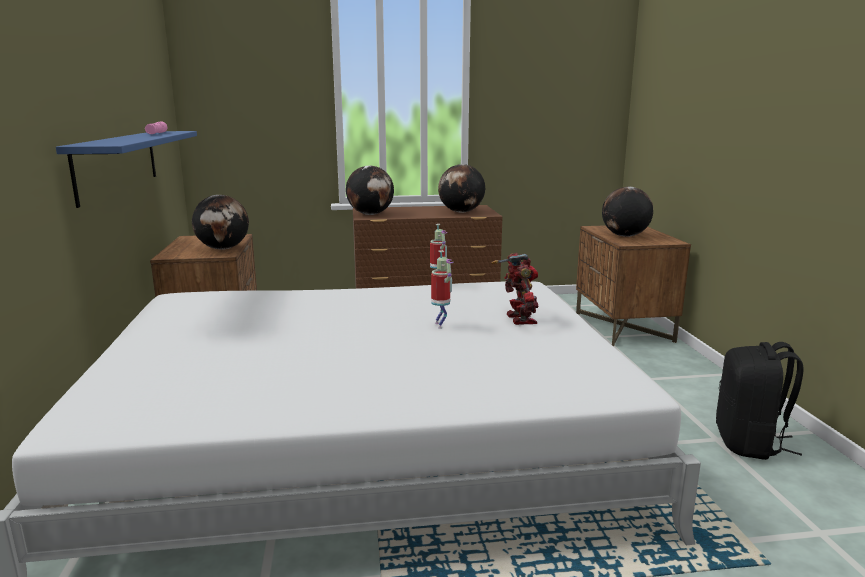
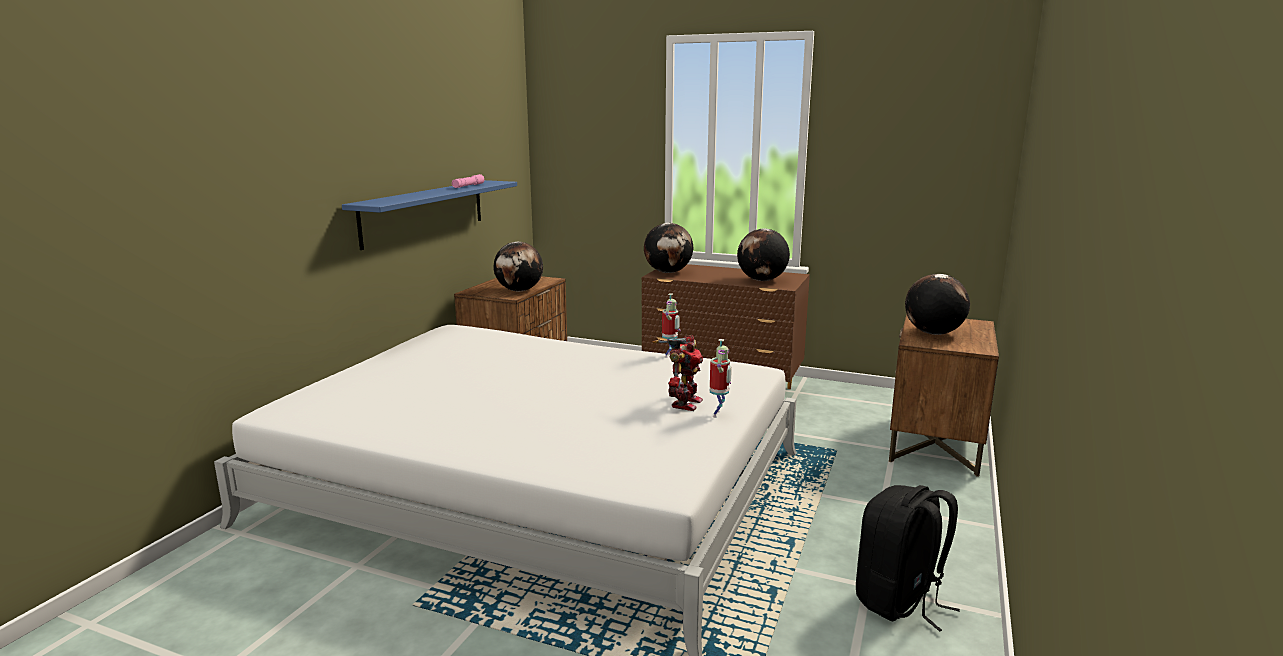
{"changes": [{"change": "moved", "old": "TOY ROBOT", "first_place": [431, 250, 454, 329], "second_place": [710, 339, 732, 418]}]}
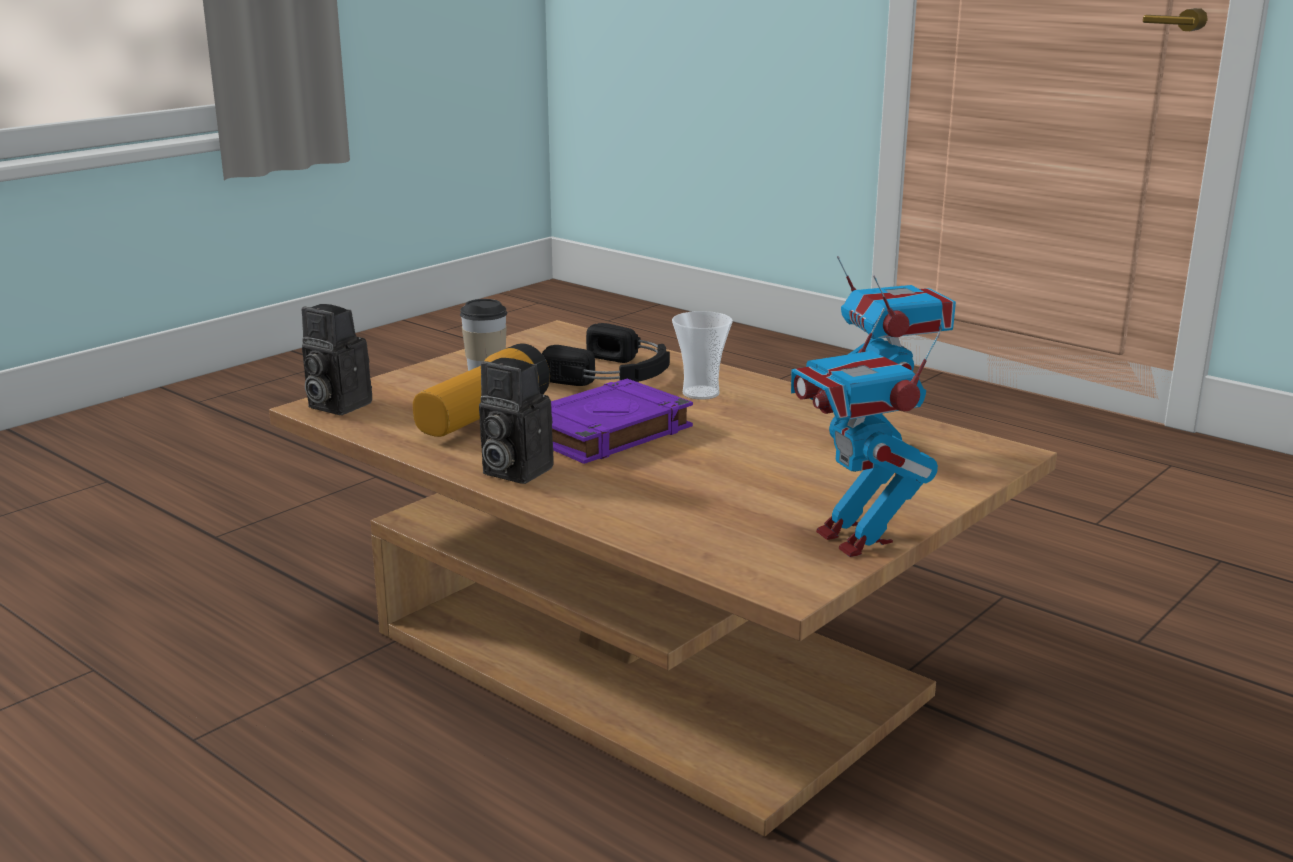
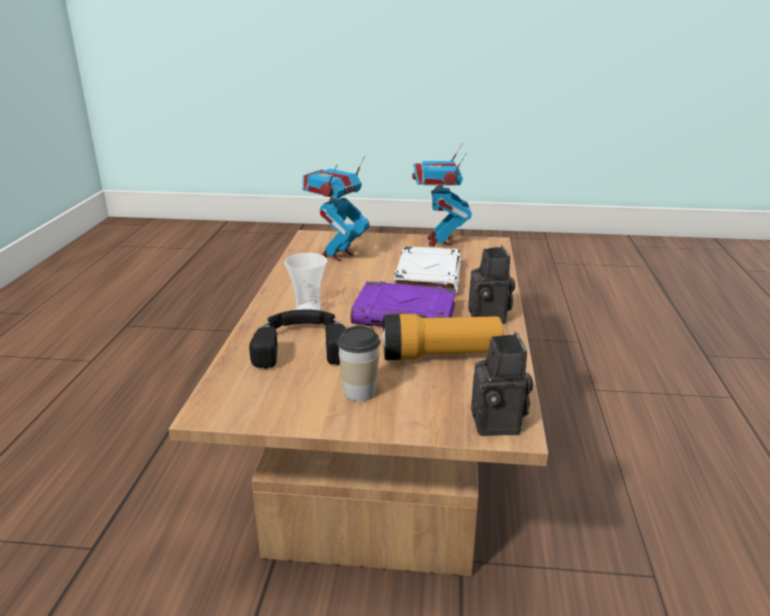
{"changes": [{"change": "added", "new": "WHITE BOOK", "second_place": [394, 246, 462, 295]}, {"change": "turned", "old": "TOY ROBOT", "first_place": [791, 308, 940, 557], "second_place": [412, 143, 472, 247], "degrees": 150}]}
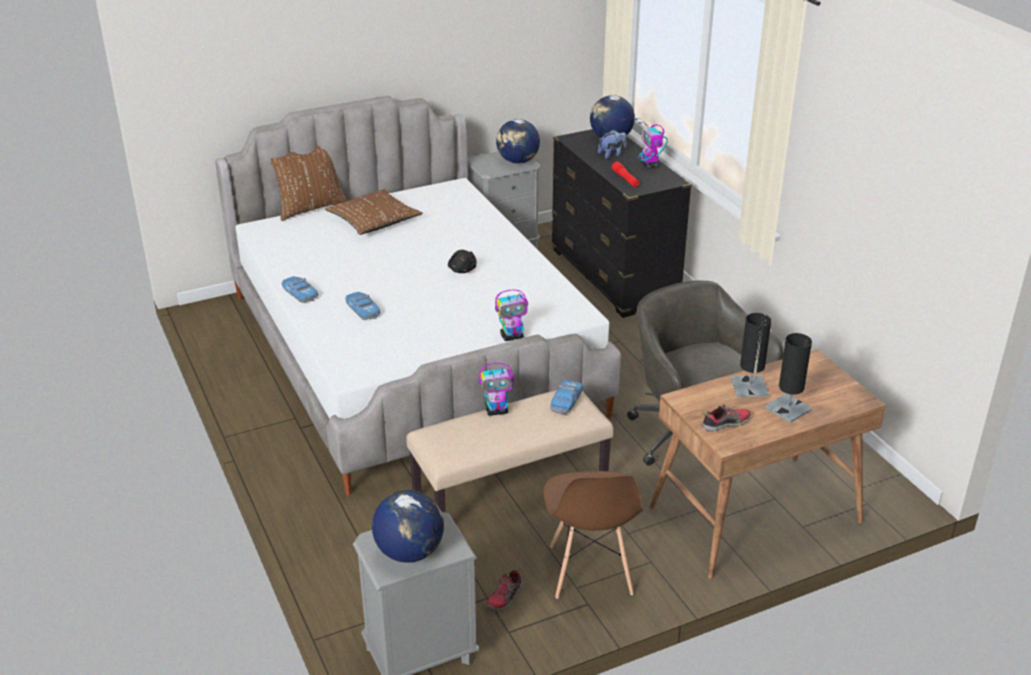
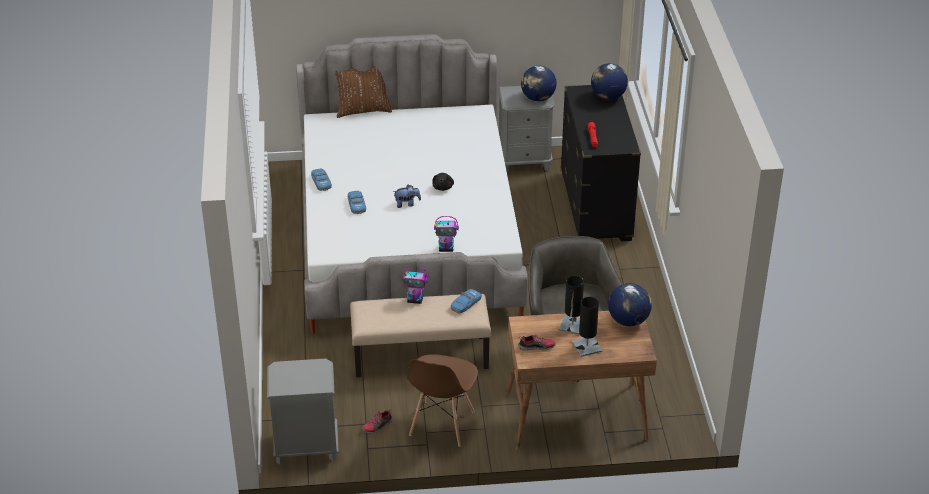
{"changes": [{"change": "removed", "old": "BROWN PILLOW", "first_place": [325, 189, 423, 235]}, {"change": "removed", "old": "TOY ROBOT", "first_place": [635, 118, 668, 169]}, {"change": "moved", "old": "GLOBE", "first_place": [372, 490, 444, 563], "second_place": [608, 283, 652, 326]}, {"change": "moved", "old": "PLUSH TOY", "first_place": [598, 130, 627, 159], "second_place": [393, 184, 421, 208]}]}
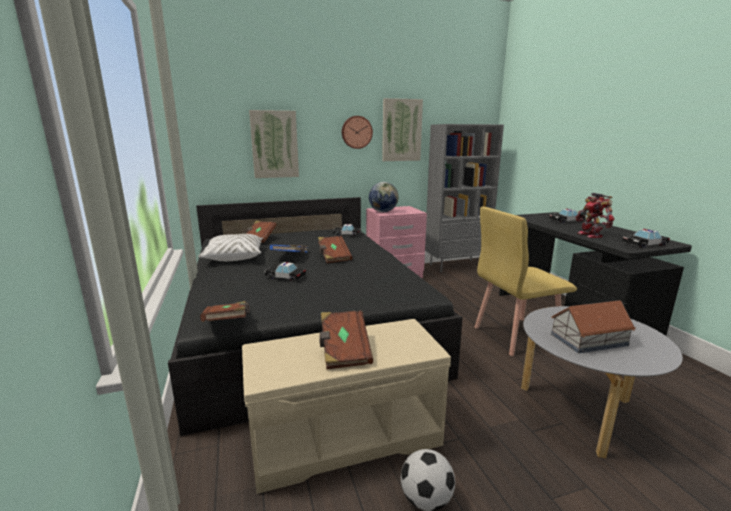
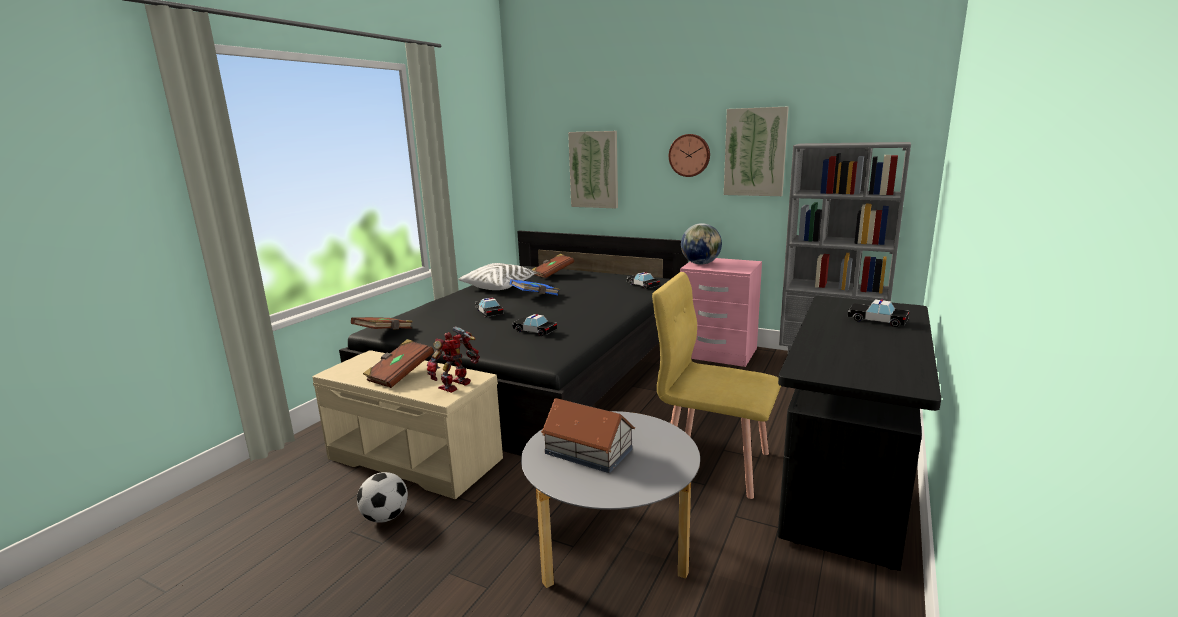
{"changes": [{"change": "removed", "old": "BROWN BOOK", "first_place": [318, 236, 353, 263]}, {"change": "moved", "old": "TOY ROBOT", "first_place": [576, 193, 615, 238], "second_place": [427, 326, 479, 393]}, {"change": "moved", "old": "TOY CAR", "first_place": [622, 229, 670, 248], "second_place": [512, 314, 557, 336]}]}
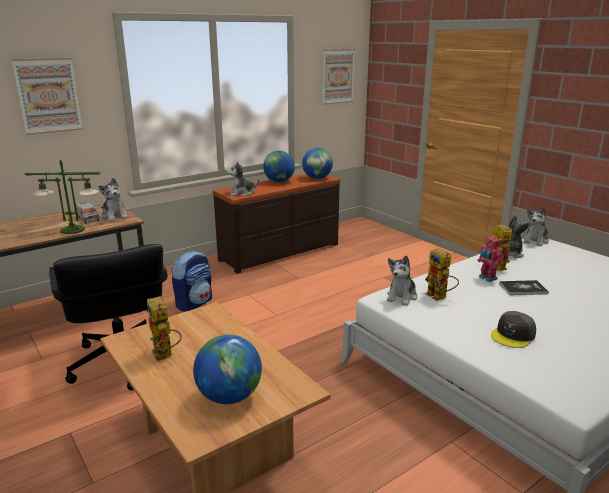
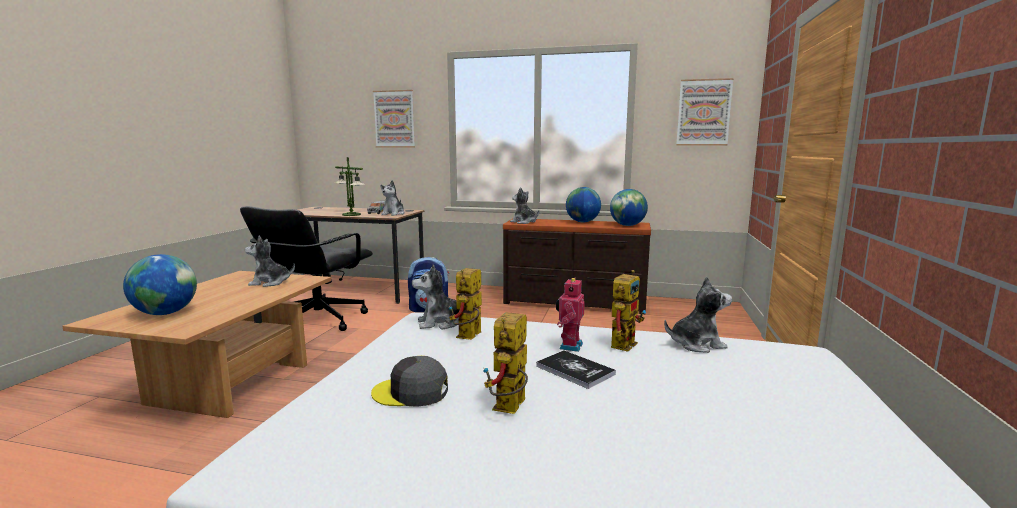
{"changes": [{"change": "moved", "old": "TOY ROBOT", "first_place": [147, 296, 182, 361], "second_place": [483, 312, 528, 414]}, {"change": "moved", "old": "PLUSH TOY", "first_place": [524, 207, 549, 246], "second_place": [245, 235, 295, 287]}]}
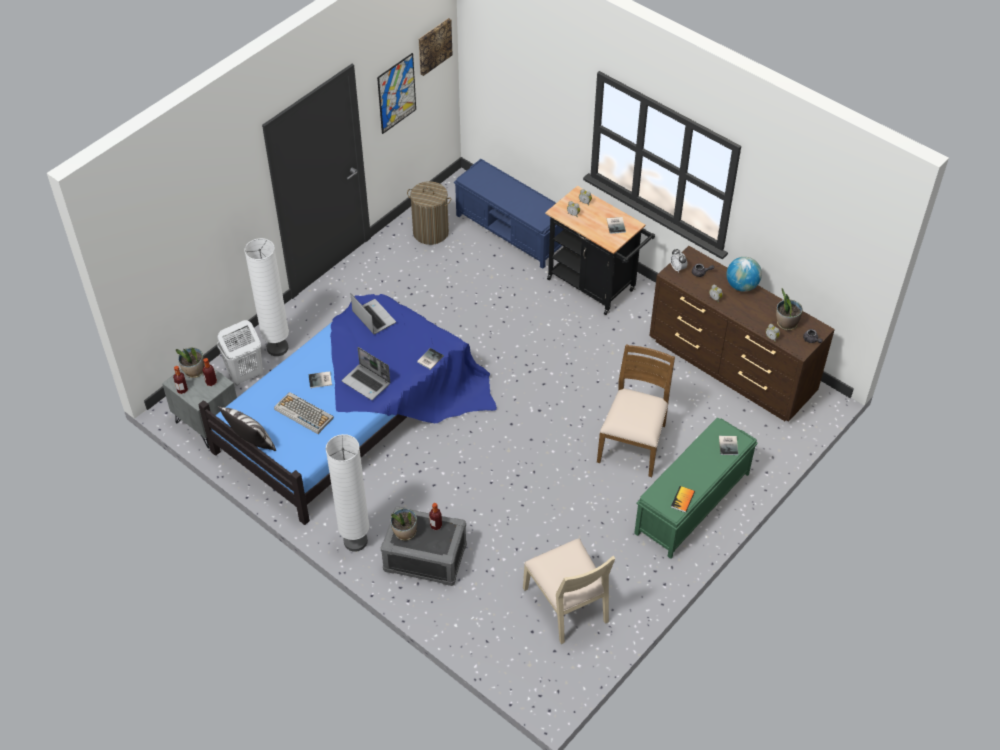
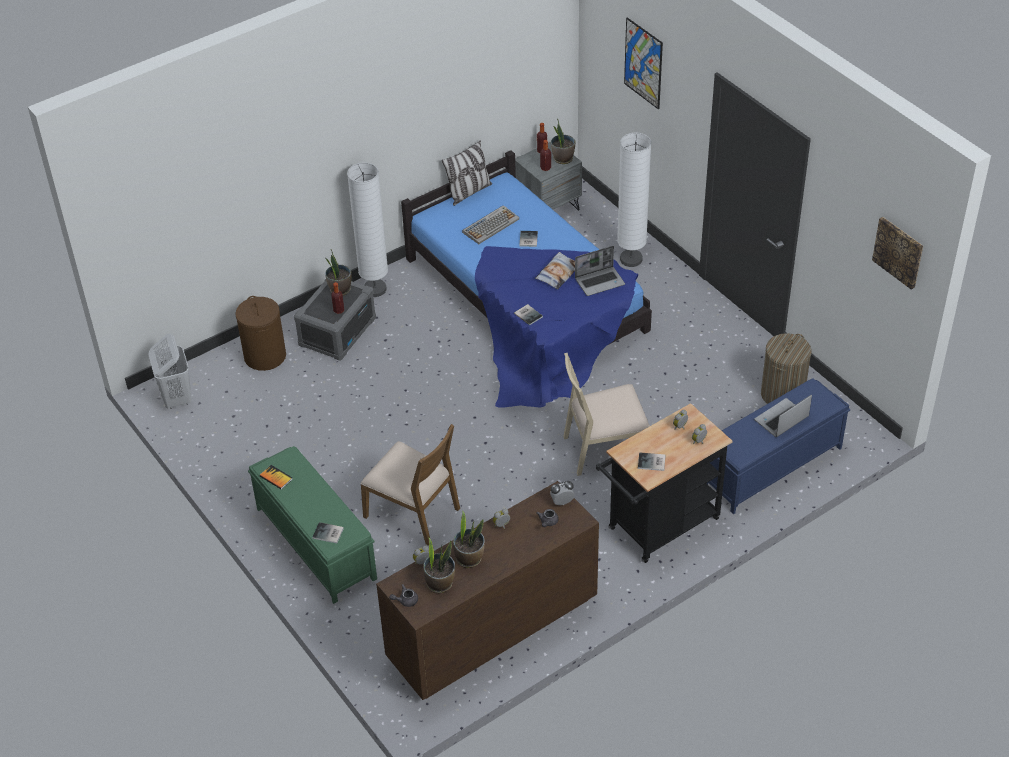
{"changes": [{"change": "removed", "old": "GLOBE", "first_place": [726, 257, 762, 292]}, {"change": "added", "new": "BROWN LAUNDRY BASKET", "second_place": [235, 296, 286, 371]}, {"change": "added", "new": "POTTED PLANT", "second_place": [453, 511, 485, 568]}, {"change": "added", "new": "PILLOW", "second_place": [535, 252, 575, 290]}, {"change": "moved", "old": "WHITE LAUNDRY BASKET", "first_place": [217, 320, 263, 385], "second_place": [148, 334, 191, 409]}, {"change": "moved", "old": "LAPTOP", "first_place": [342, 347, 390, 400], "second_place": [754, 395, 812, 437]}, {"change": "moved", "old": "PICTURE", "first_place": [377, 53, 416, 134], "second_place": [624, 17, 663, 109]}, {"change": "moved", "old": "BEIGE CHAIR", "first_place": [523, 538, 615, 644], "second_place": [563, 353, 650, 476]}]}
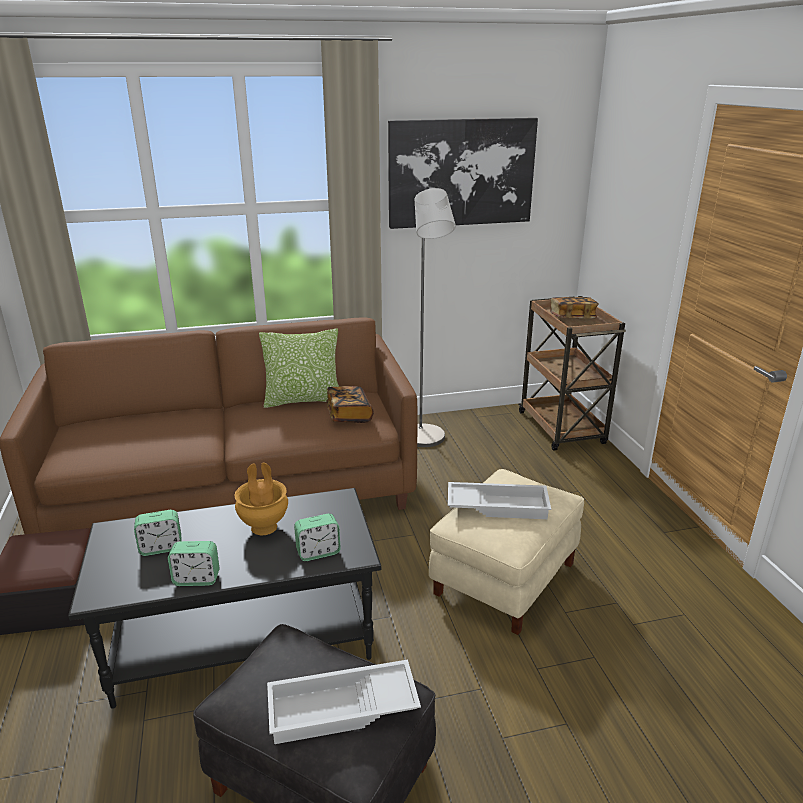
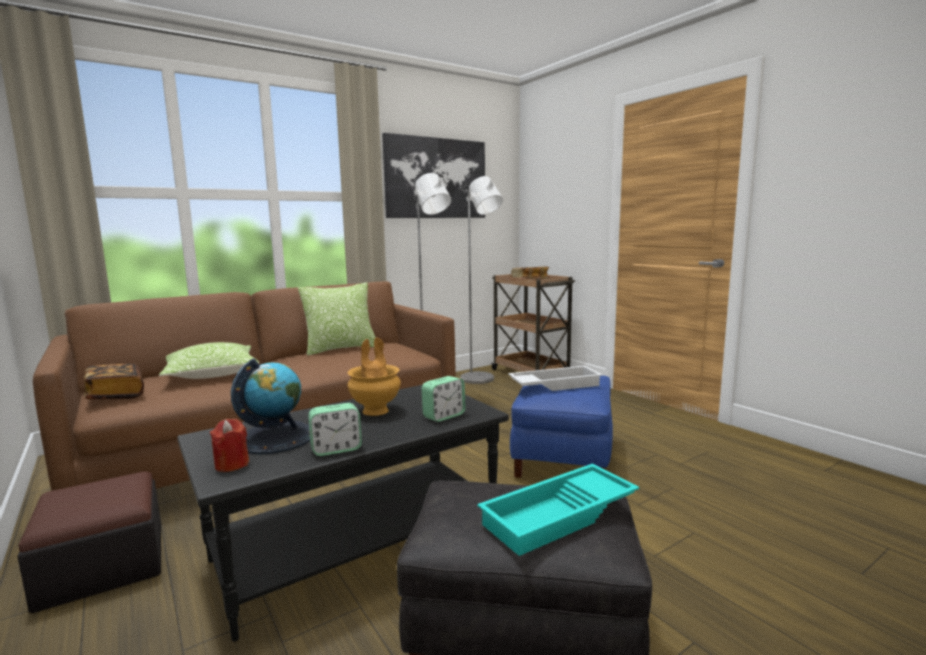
{"changes": [{"change": "added", "new": "PILLOW", "second_place": [159, 342, 259, 379]}, {"change": "added", "new": "RED CANDLE", "second_place": [210, 419, 249, 472]}, {"change": "added", "new": "GREY FLOOR LAMP", "second_place": [460, 176, 503, 384]}, {"change": "moved", "old": "BOOK", "first_place": [326, 386, 373, 423], "second_place": [84, 364, 144, 400]}, {"change": "replaced", "old": "ALARM CLOCK", "new": "GLOBE", "first_place": [134, 510, 182, 556], "second_place": [231, 358, 310, 454]}, {"change": "recoloured", "old": "WHITE TRAY", "new": "TURQUOISE TRAY", "first_place": [267, 660, 421, 744], "second_place": [477, 463, 639, 556]}, {"change": "recoloured", "old": "BEIGE OTTOMAN", "new": "BLUE OTTOMAN", "first_place": [429, 469, 584, 635], "second_place": [510, 375, 613, 478]}]}
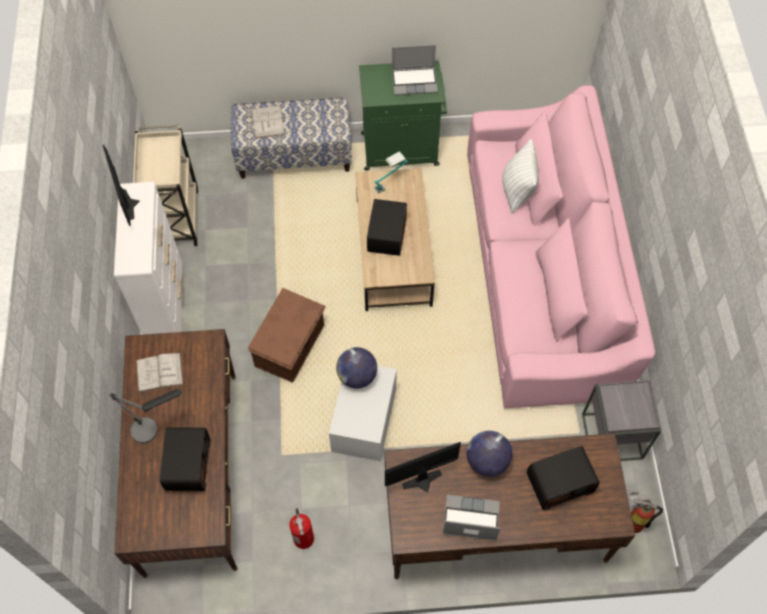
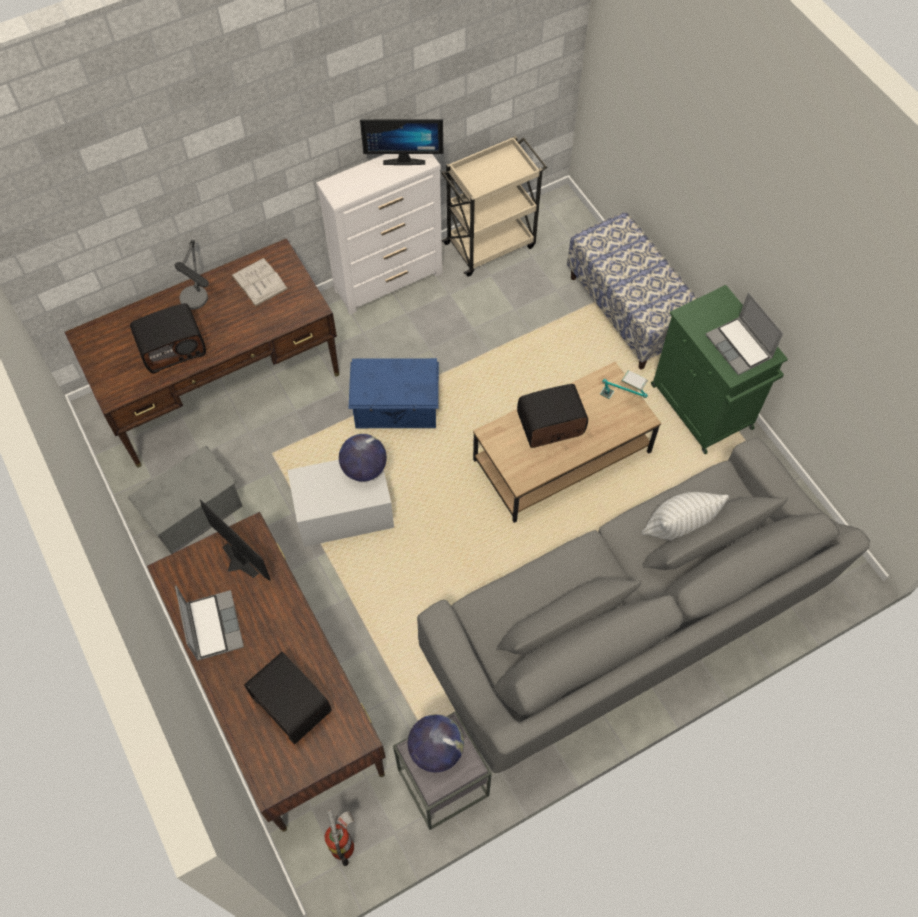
{"changes": [{"change": "removed", "old": "WHITE BOOK", "first_place": [252, 105, 285, 139]}, {"change": "moved", "old": "GLOBE", "first_place": [467, 431, 512, 477], "second_place": [408, 714, 464, 772]}, {"change": "replaced", "old": "FIRE EXTINGUISHER", "new": "GREY STORAGE BOX", "first_place": [289, 509, 314, 549], "second_place": [128, 446, 242, 554]}, {"change": "recoloured", "old": "BROWN STORAGE BOX", "new": "BLUE STORAGE BOX", "first_place": [248, 288, 326, 383], "second_place": [349, 358, 439, 428]}, {"change": "recoloured", "old": "PINK SOFA", "new": "GREY SOFA", "first_place": [467, 85, 655, 408], "second_place": [417, 437, 870, 773]}, {"change": "turned", "old": "MONITOR", "first_place": [103, 145, 140, 226], "second_place": [360, 119, 443, 165], "degrees": -135}]}
